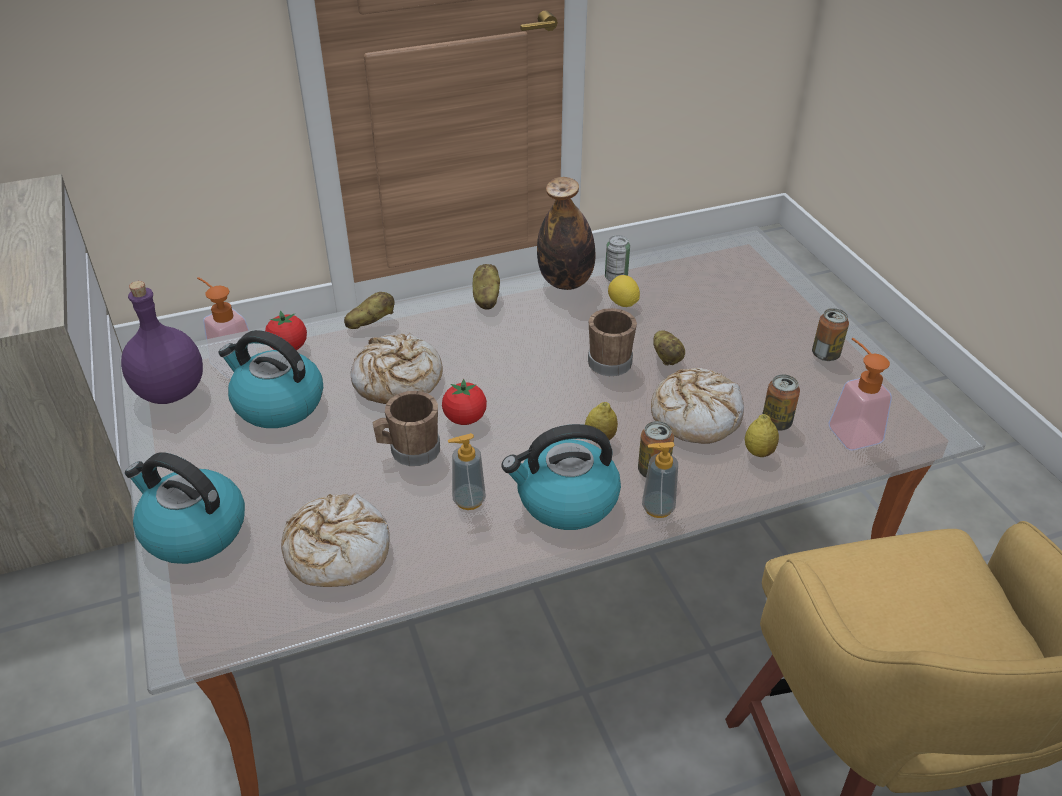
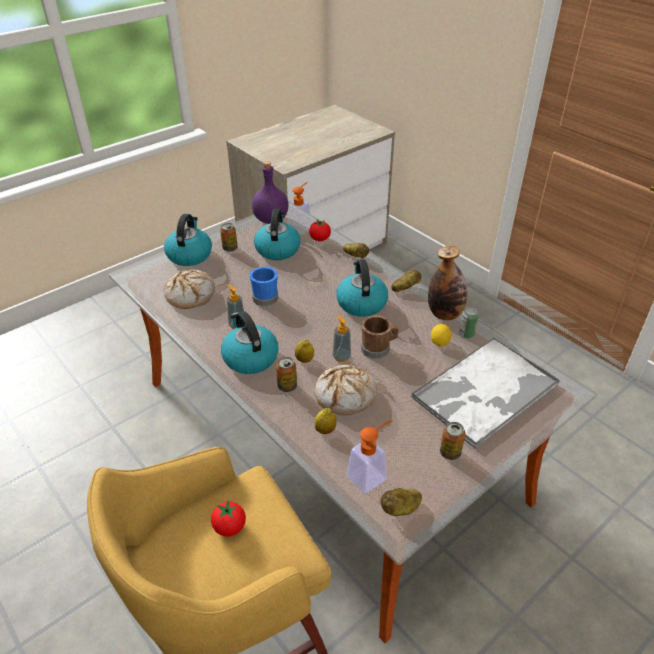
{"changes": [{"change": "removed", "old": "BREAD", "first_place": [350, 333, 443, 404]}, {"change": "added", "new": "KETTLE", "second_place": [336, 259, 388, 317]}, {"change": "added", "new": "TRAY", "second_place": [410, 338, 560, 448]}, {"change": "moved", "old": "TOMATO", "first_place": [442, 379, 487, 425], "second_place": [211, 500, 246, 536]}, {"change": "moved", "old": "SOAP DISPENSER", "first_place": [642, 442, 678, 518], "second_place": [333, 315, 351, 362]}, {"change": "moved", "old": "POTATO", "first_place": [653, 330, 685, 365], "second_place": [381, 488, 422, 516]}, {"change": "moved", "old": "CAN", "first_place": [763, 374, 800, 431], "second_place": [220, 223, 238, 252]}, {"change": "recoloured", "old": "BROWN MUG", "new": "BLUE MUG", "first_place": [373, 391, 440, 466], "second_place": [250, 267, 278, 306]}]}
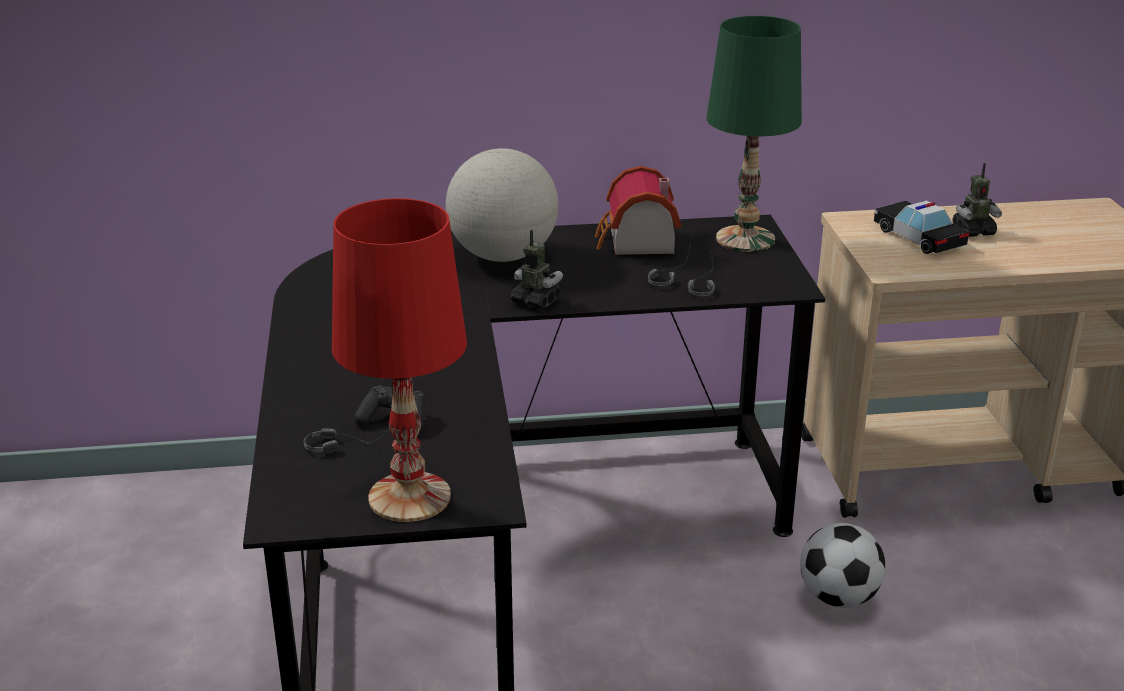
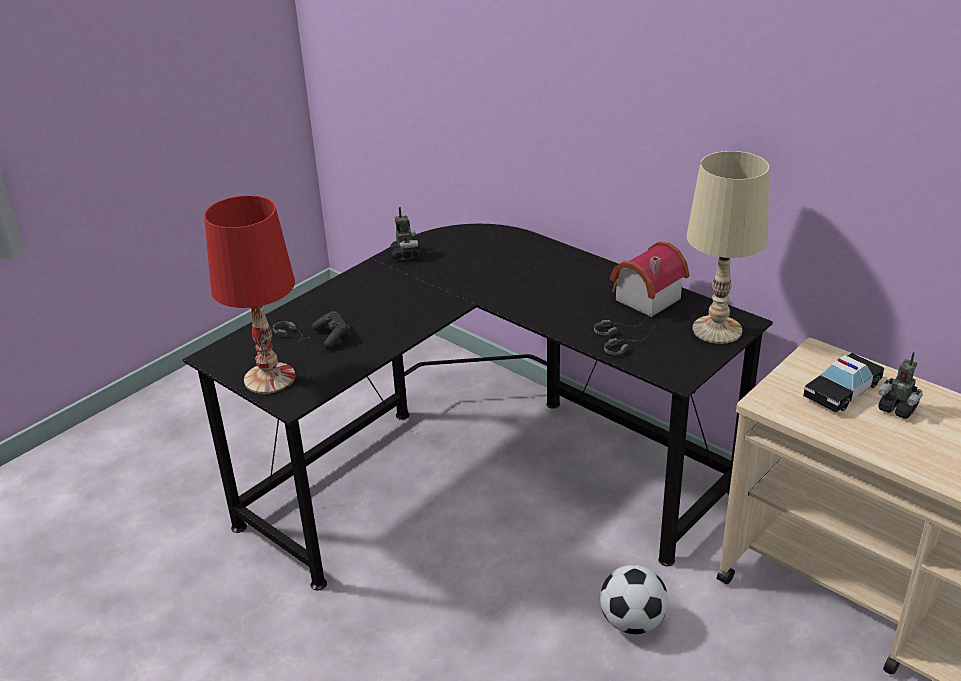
{"changes": [{"change": "removed", "old": "GLOBE", "first_place": [446, 148, 558, 262]}, {"change": "moved", "old": "TOY ROBOT", "first_place": [511, 230, 563, 309], "second_place": [390, 207, 421, 260]}, {"change": "recoloured", "old": "GREEN TABLE LAMP", "new": "BEIGE TABLE LAMP", "first_place": [706, 16, 802, 252], "second_place": [686, 151, 769, 344]}, {"change": "turned", "old": "TOY CAR", "first_place": [874, 201, 969, 254], "second_place": [803, 353, 884, 412], "degrees": -150}]}
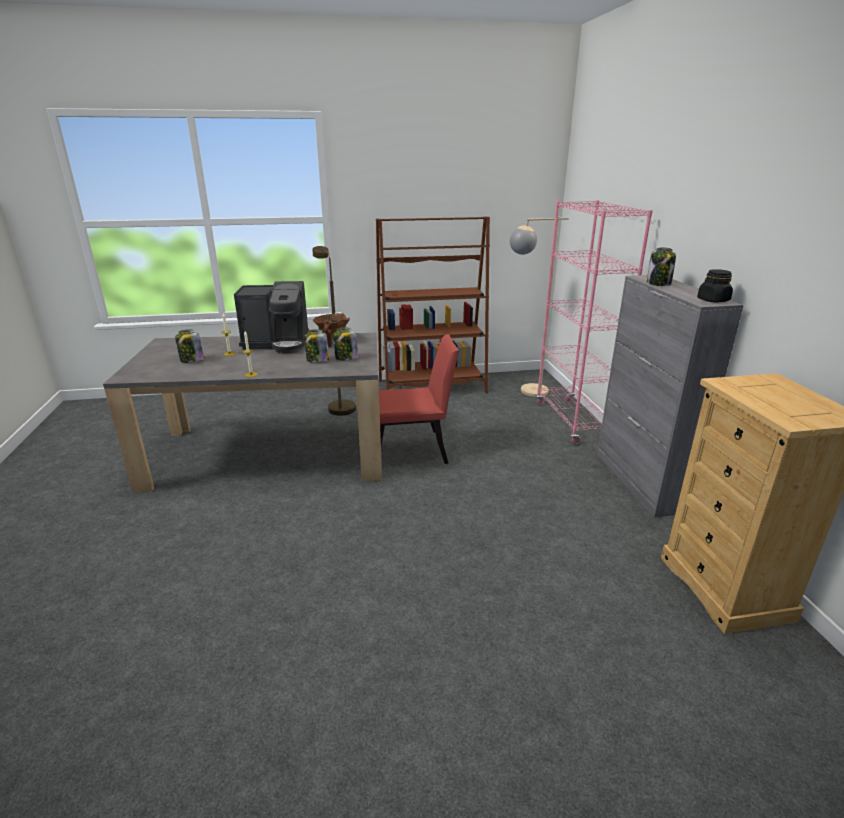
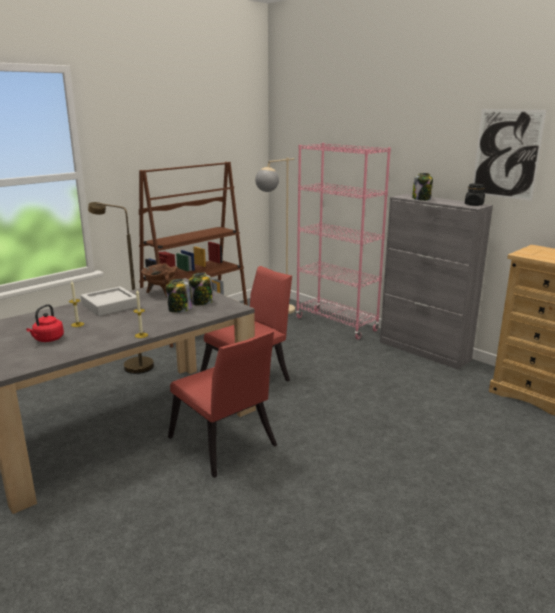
{"changes": [{"change": "added", "new": "RED CHAIR", "second_place": [168, 331, 277, 478]}, {"change": "added", "new": "PICTURE", "second_place": [473, 109, 546, 201]}, {"change": "replaced", "old": "JAR", "new": "RED KETTLE", "first_place": [175, 329, 204, 363], "second_place": [26, 304, 64, 342]}, {"change": "replaced", "old": "COFFEE MACHINE", "new": "GREY TRAY", "first_place": [234, 281, 309, 354], "second_place": [81, 286, 137, 316]}]}
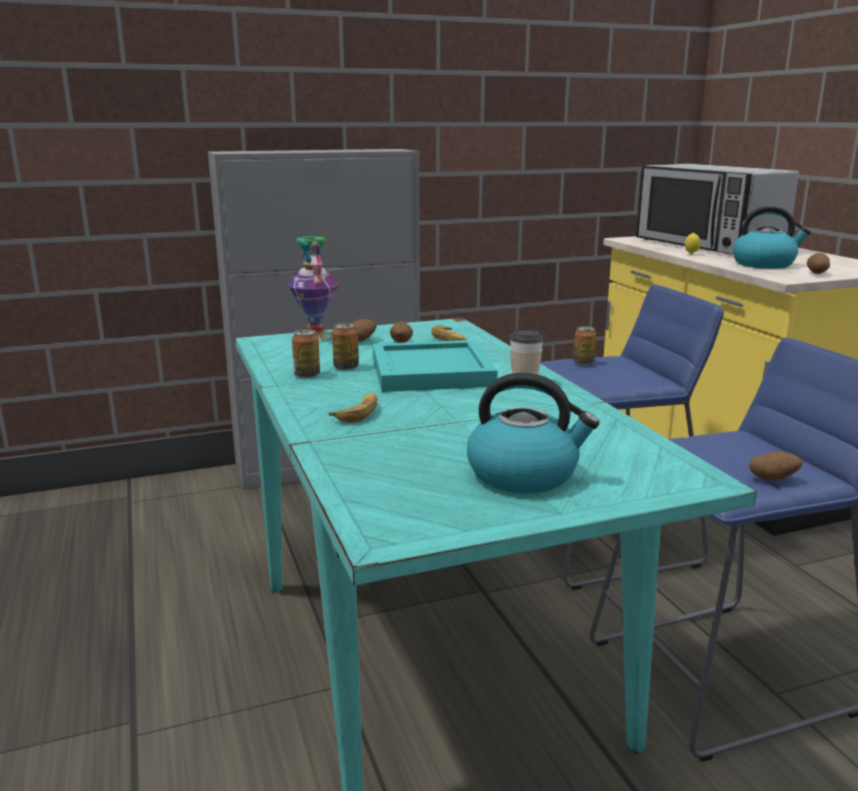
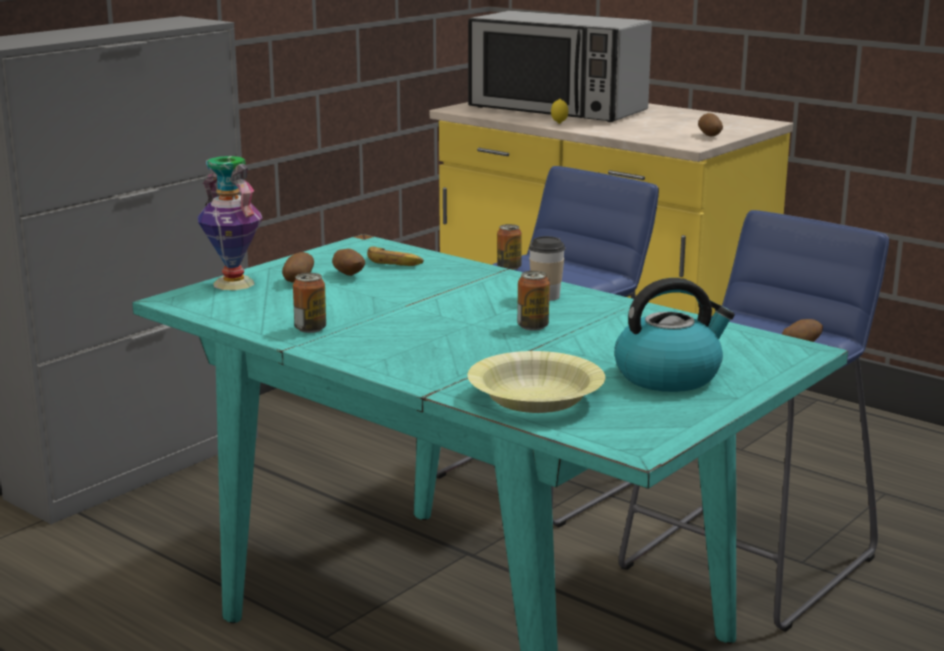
{"changes": [{"change": "removed", "old": "BANANA", "first_place": [329, 393, 377, 423]}, {"change": "removed", "old": "TURQUOISE TRAY", "first_place": [373, 340, 498, 392]}, {"change": "removed", "old": "KETTLE", "first_place": [733, 206, 811, 269]}, {"change": "added", "new": "YELLOW BOWL", "second_place": [468, 351, 605, 413]}, {"change": "moved", "old": "CAN", "first_place": [332, 323, 359, 371], "second_place": [517, 271, 550, 331]}]}
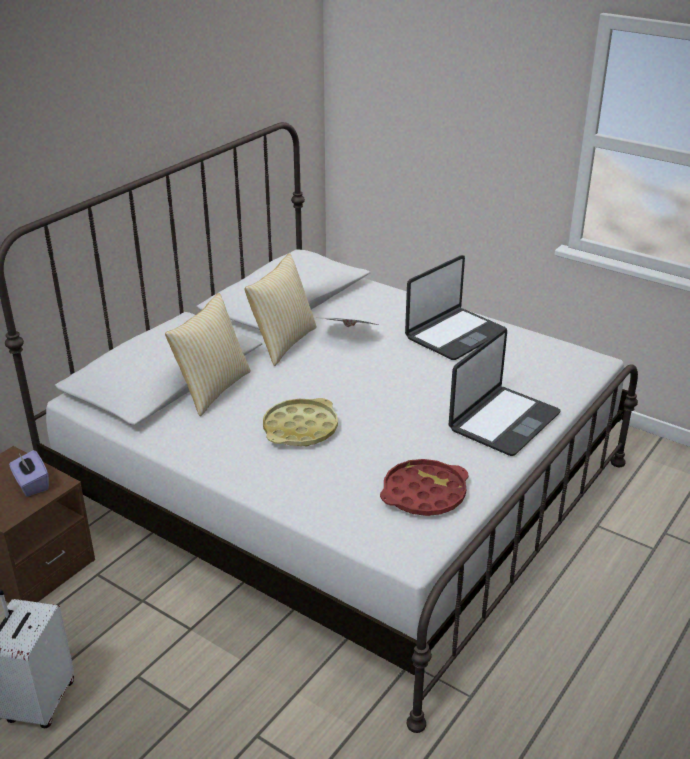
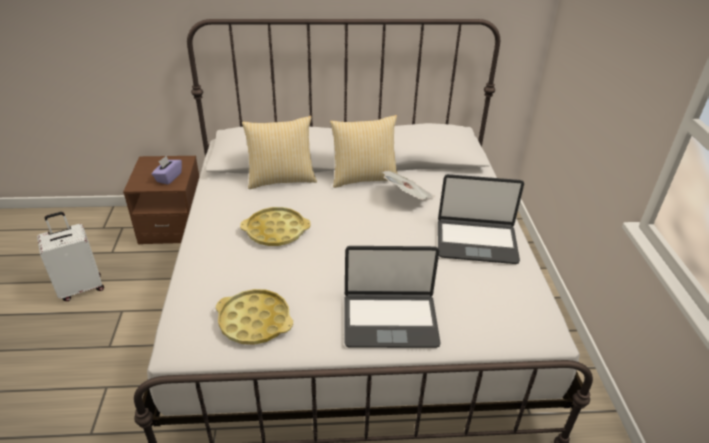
{"changes": [{"change": "recoloured", "old": "RED TRAY", "new": "YELLOW TRAY", "first_place": [380, 459, 469, 516], "second_place": [216, 289, 293, 345]}]}
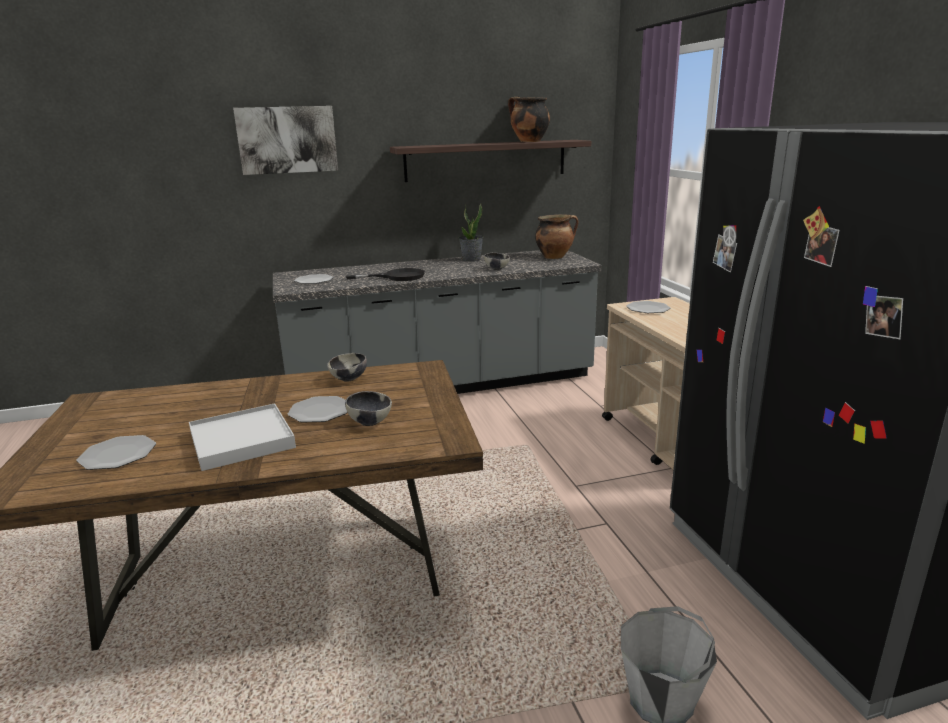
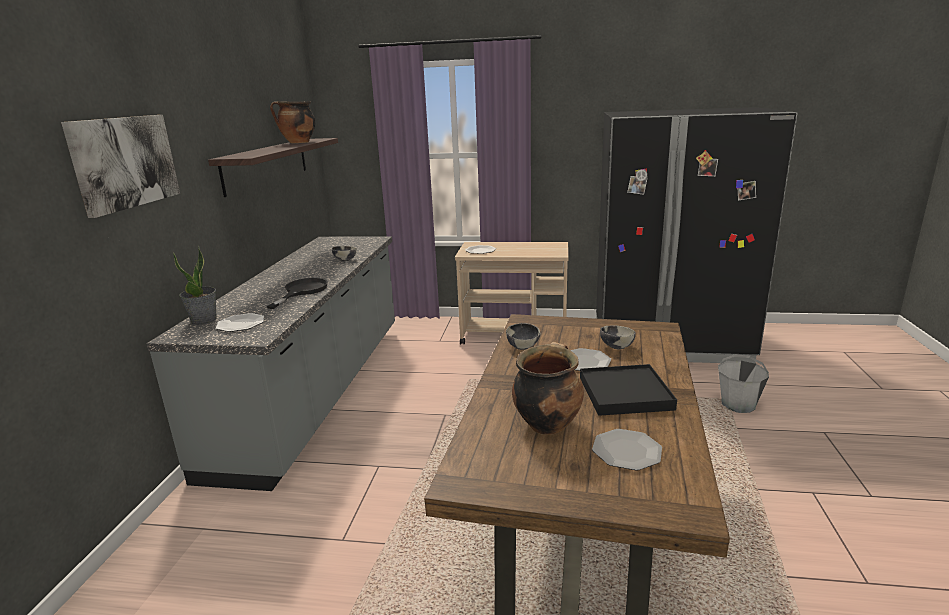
{"changes": [{"change": "moved", "old": "POTTED PLANT", "first_place": [459, 204, 483, 262], "second_place": [173, 246, 217, 325]}, {"change": "moved", "old": "COOKING POT", "first_place": [535, 214, 578, 259], "second_place": [512, 342, 584, 435]}, {"change": "recoloured", "old": "WHITE TRAY", "new": "BLACK TRAY", "first_place": [189, 403, 296, 471], "second_place": [580, 364, 677, 416]}]}
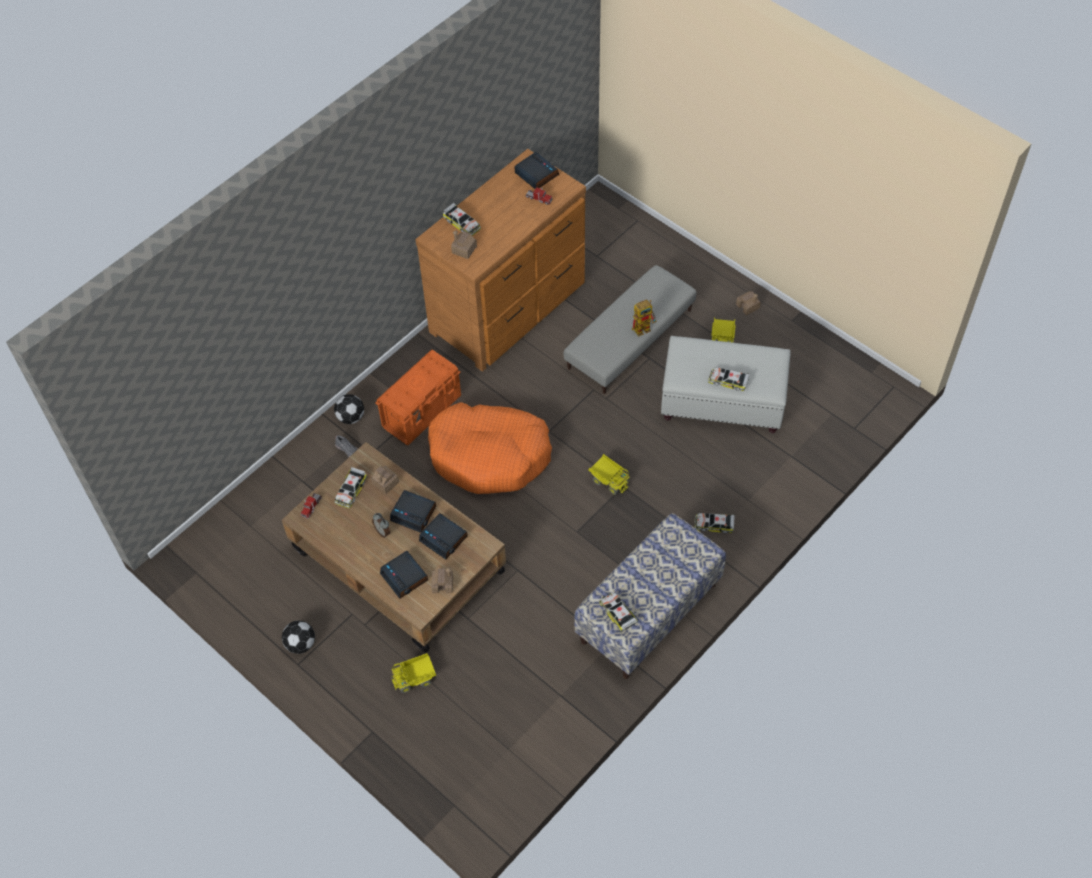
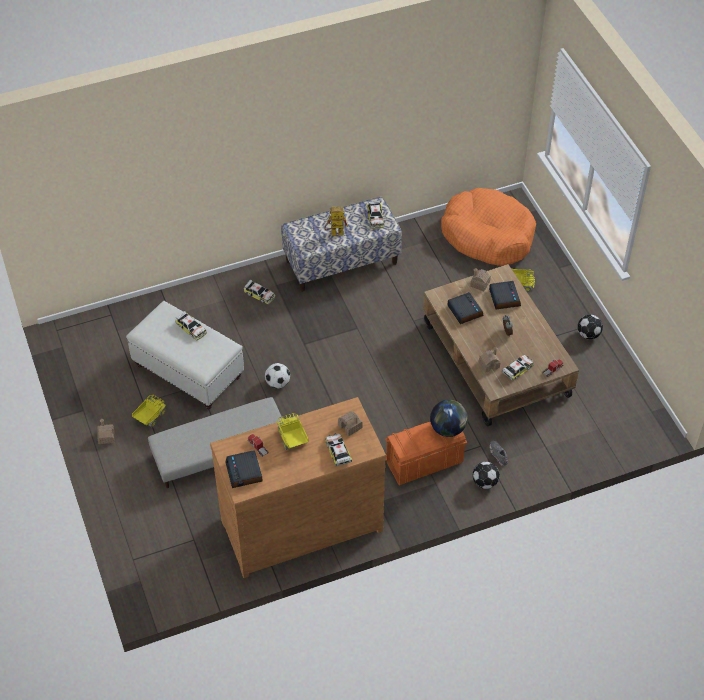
{"changes": [{"change": "removed", "old": "ALARM CLOCK", "first_place": [390, 490, 436, 533]}, {"change": "added", "new": "FOOTBALL", "second_place": [265, 363, 290, 389]}, {"change": "added", "new": "GLOBE", "second_place": [430, 400, 468, 437]}, {"change": "moved", "old": "ORANGE DOG BED", "first_place": [428, 402, 552, 494], "second_place": [441, 188, 536, 266]}, {"change": "moved", "old": "TOY TRUCK", "first_place": [589, 454, 630, 495], "second_place": [277, 413, 309, 450]}, {"change": "moved", "old": "TOY ROBOT", "first_place": [632, 299, 657, 337], "second_place": [325, 207, 348, 236]}]}
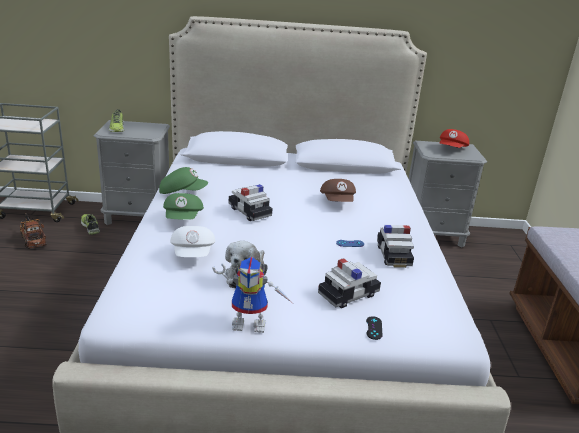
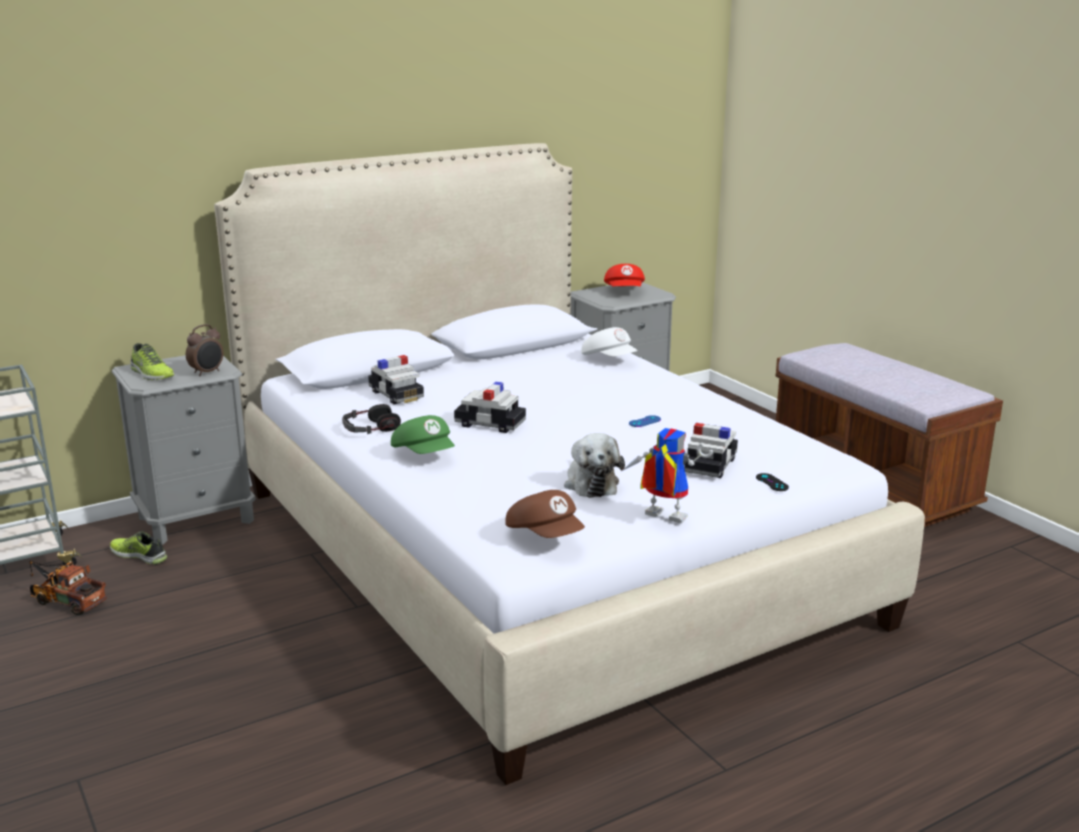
{"changes": [{"change": "added", "new": "ALARM CLOCK", "second_place": [186, 324, 223, 376]}, {"change": "moved", "old": "WHITE CAP", "first_place": [170, 226, 216, 257], "second_place": [581, 327, 638, 356]}, {"change": "moved", "old": "BROWN CAP", "first_place": [320, 179, 356, 202], "second_place": [505, 490, 585, 538]}, {"change": "moved", "old": "TOY CAR", "first_place": [377, 225, 414, 268], "second_place": [368, 355, 424, 404]}, {"change": "replaced", "old": "GREEN CAP", "new": "HEADPHONES", "first_place": [159, 167, 208, 194], "second_place": [342, 404, 401, 434]}, {"change": "turned", "old": "TOY ROBOT", "first_place": [212, 257, 291, 333], "second_place": [622, 428, 713, 523], "degrees": -120}]}
